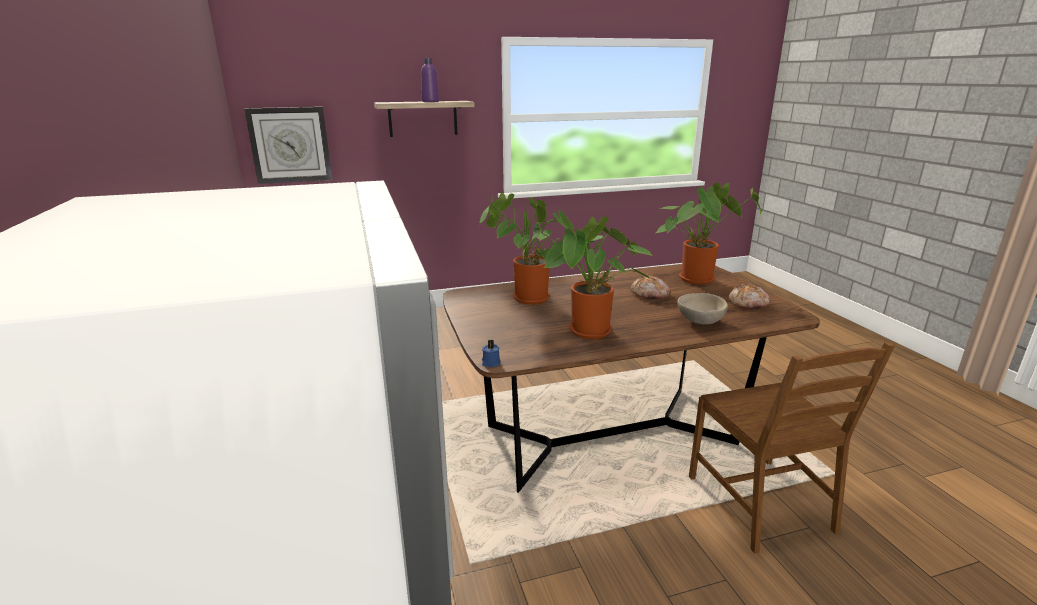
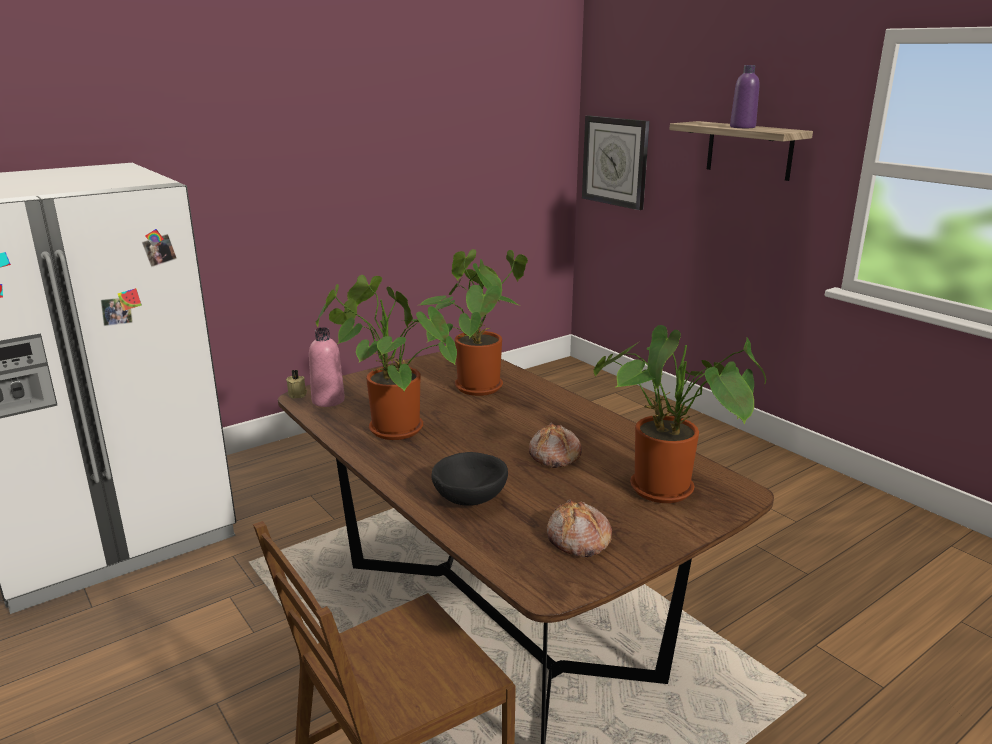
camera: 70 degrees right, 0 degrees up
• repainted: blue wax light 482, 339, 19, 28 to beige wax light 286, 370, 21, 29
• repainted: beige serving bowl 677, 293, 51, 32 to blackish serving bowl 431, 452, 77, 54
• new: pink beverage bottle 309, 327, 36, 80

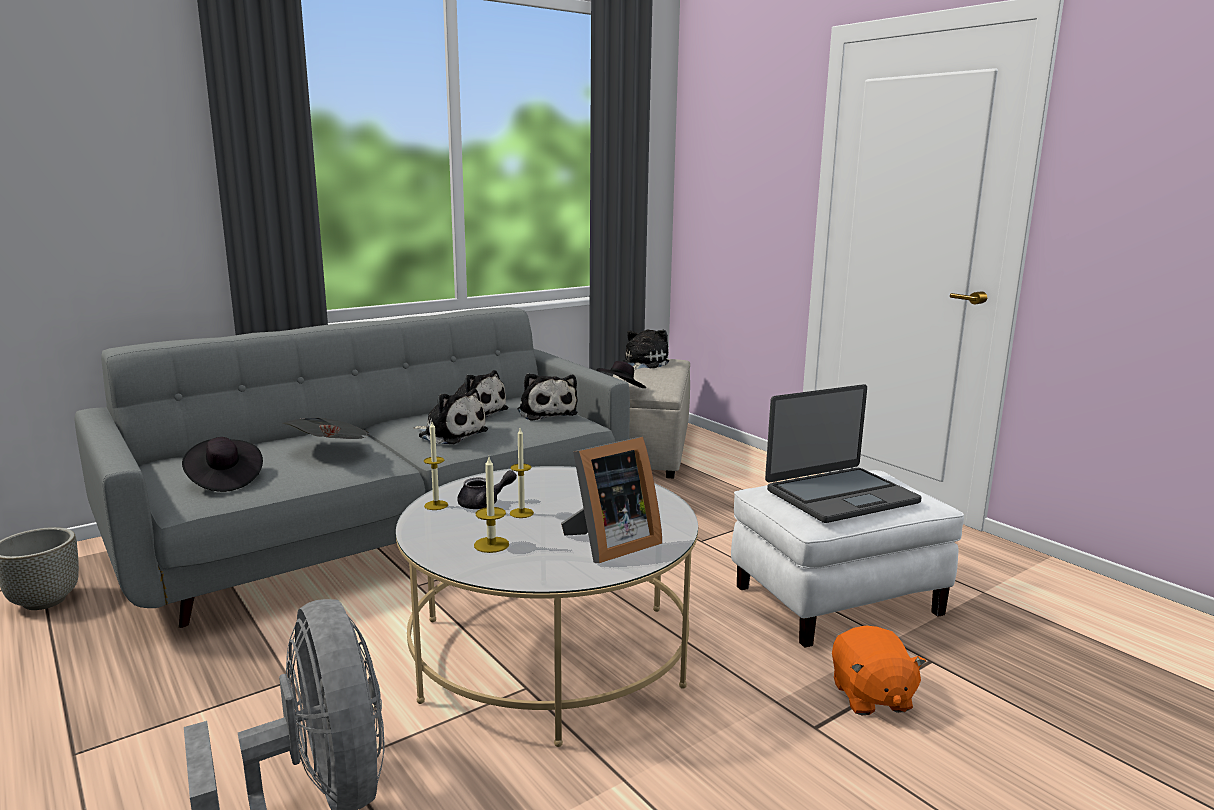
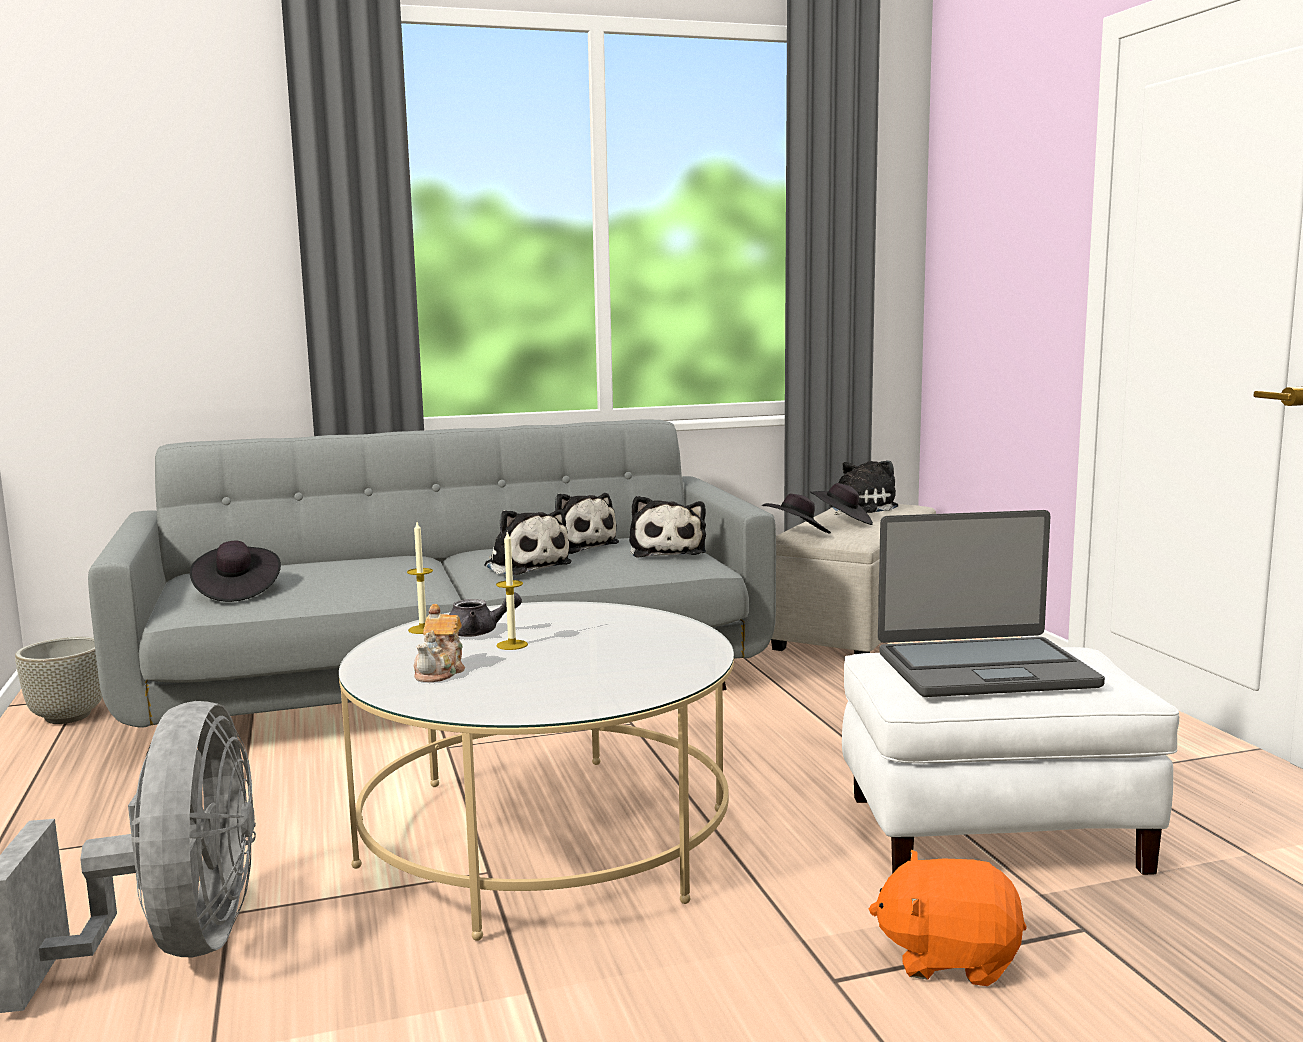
camera: 20 degrees right, 5 degrees down
• gone: newspaper 283, 418, 86, 21
• swapped: wax light 474, 457, 35, 96 to teapot 414, 604, 51, 78
• gone: picture frame 561, 437, 101, 126
• rotated: orange-coloured plush toy 832, 626, 94, 89 = 869, 850, 158, 136 90 degrees clockwise
• new: blackish clothing hat 810, 483, 63, 42

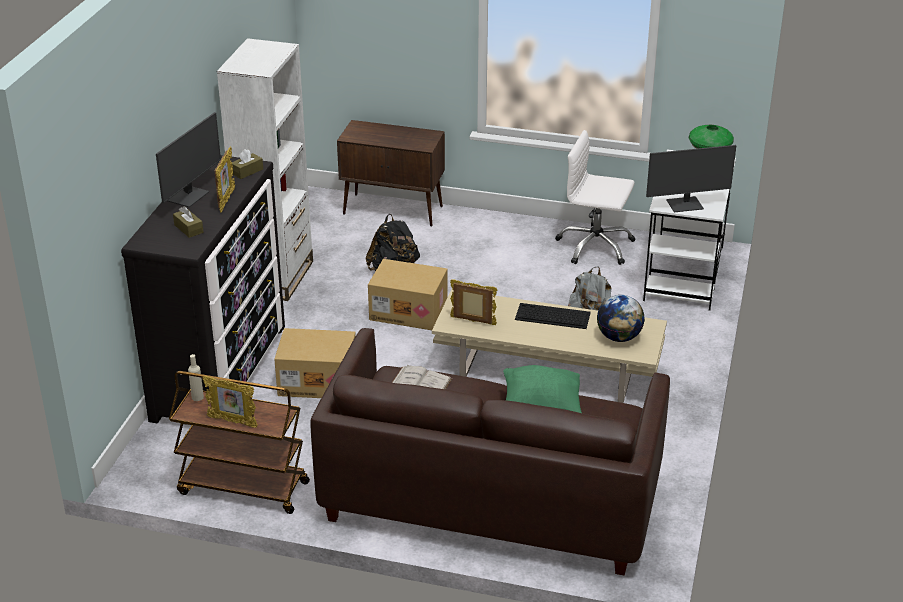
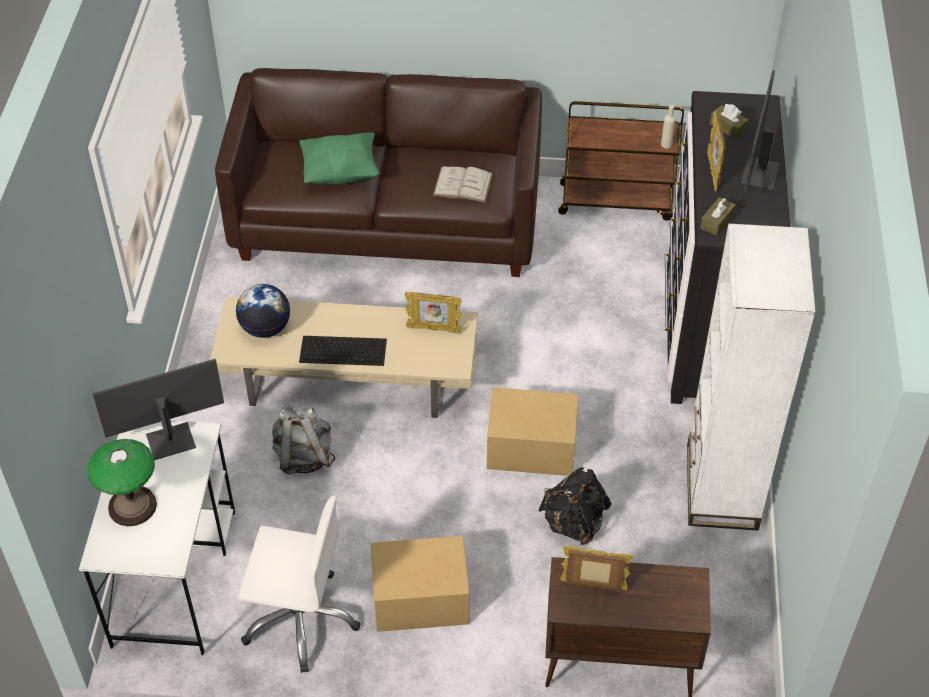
camera: 170 degrees right, 15 degrees up
• shifted: picture frame 202, 376, 55, 52 to 560, 546, 72, 45
• shifted: carton 274, 328, 82, 70 to 371, 536, 99, 96

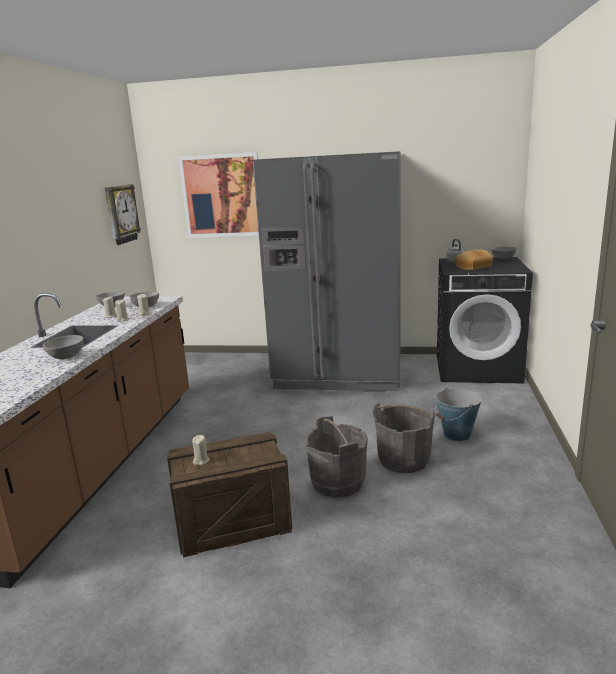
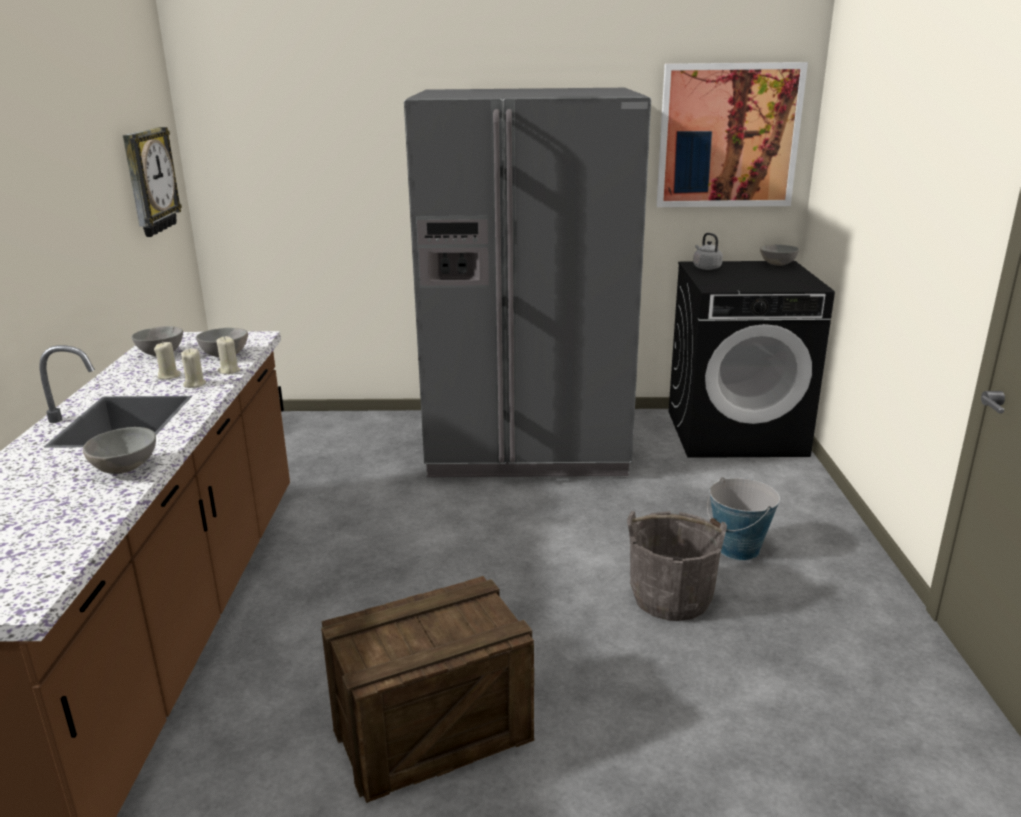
camera: 10 degrees left, 5 degrees up
• shifted: picture 179, 152, 80, 86 to 656, 62, 152, 145
• gone: beige wax light 193, 435, 17, 30
• gone: greyish bucket 305, 416, 63, 82
• gone: bread 455, 250, 38, 20

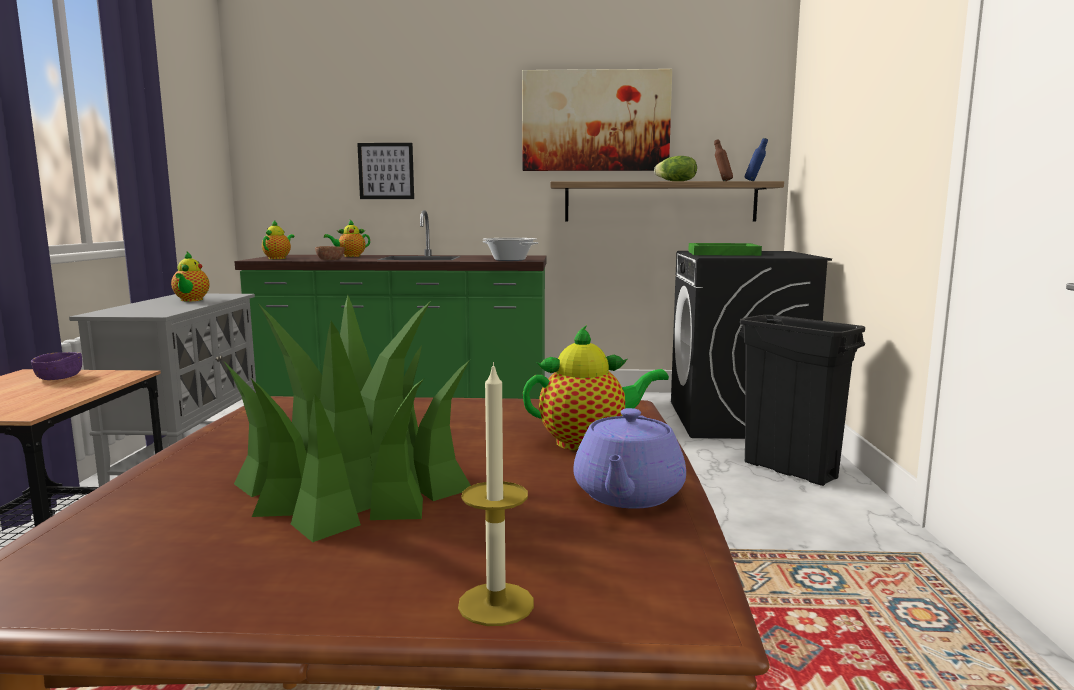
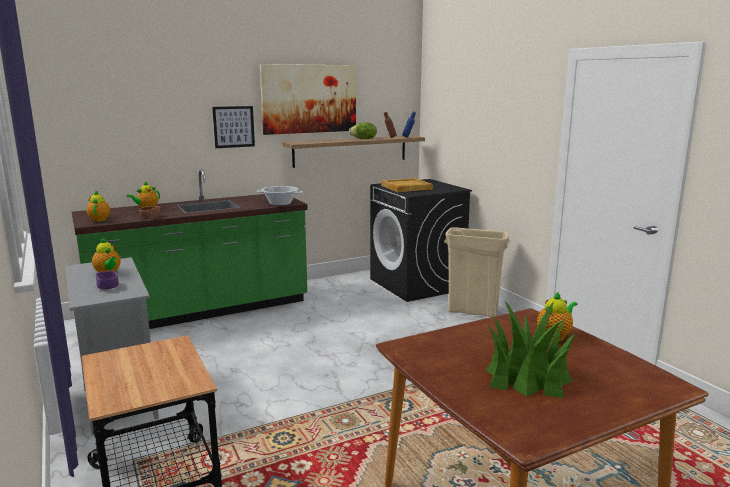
camera: 30 degrees left, 5 degrees up
• shifted: purple-coloured serving bowl 31, 352, 51, 28 to 96, 271, 23, 19
• shifted: picture 357, 143, 57, 56 to 212, 106, 43, 42
• gone: wax light 458, 362, 76, 264
• gone: purple-coloured teapot 574, 408, 112, 101
• repainted: green-coloured tray 688, 243, 74, 13 to beige tray 381, 178, 52, 14
• repainted: blackish rubbish bin 739, 315, 126, 171 to beige rubbish bin 444, 227, 66, 90

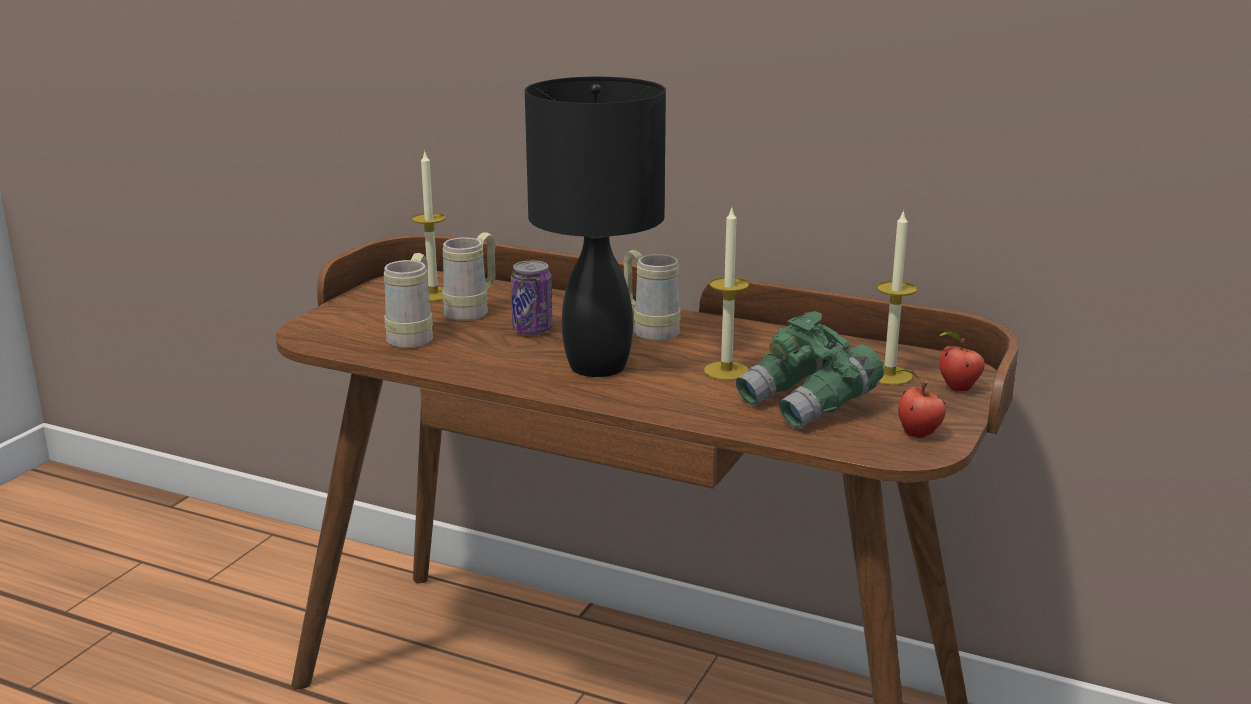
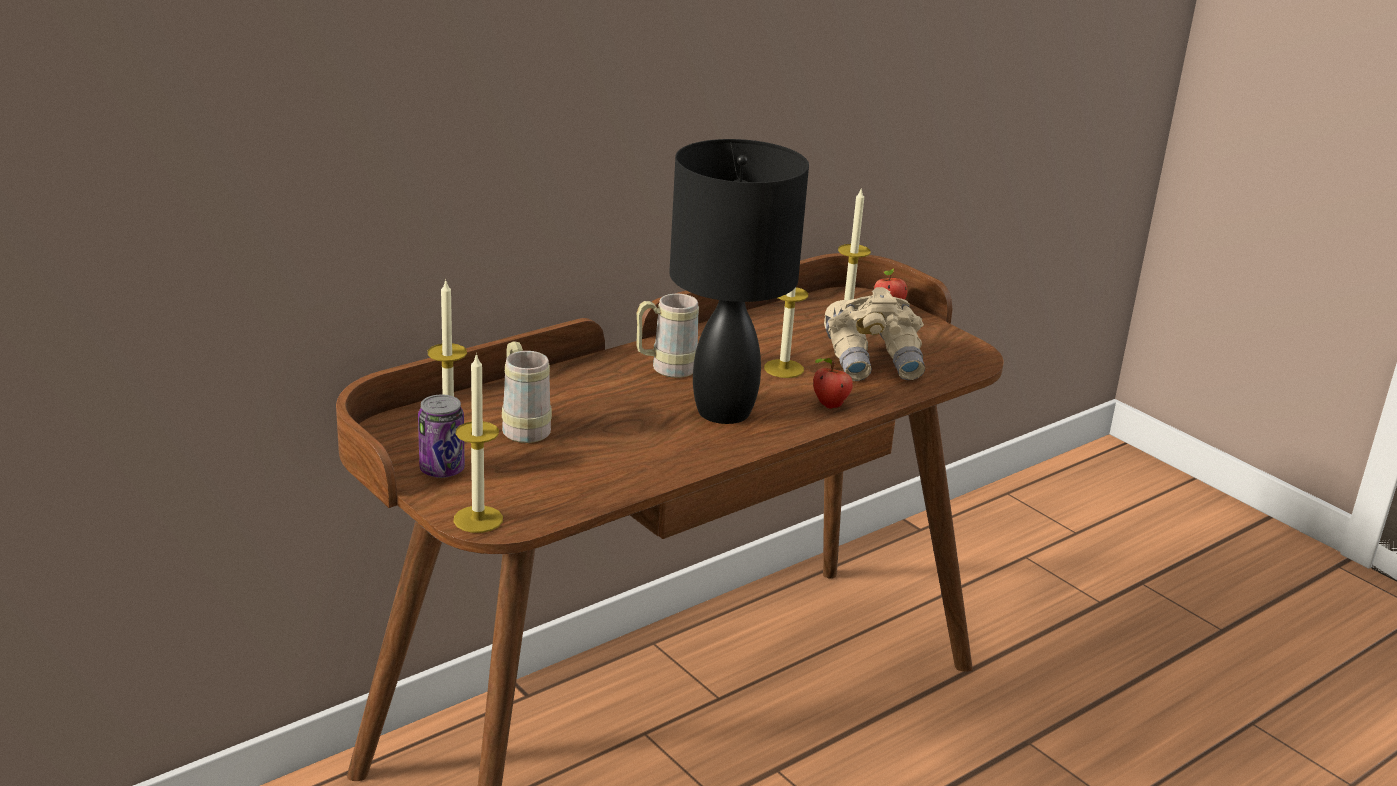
camera: 65 degrees left, 5 degrees up
• gone: beige tea mug 384, 253, 49, 95
• shifted: sealed can 511, 261, 42, 74 to 418, 395, 47, 83
• repainted: green-coloured field glasses 736, 311, 148, 118 to beige field glasses 824, 287, 101, 94
• shifted: whole apple 897, 370, 49, 68 to 813, 358, 40, 51
• new: wax light 454, 353, 49, 180

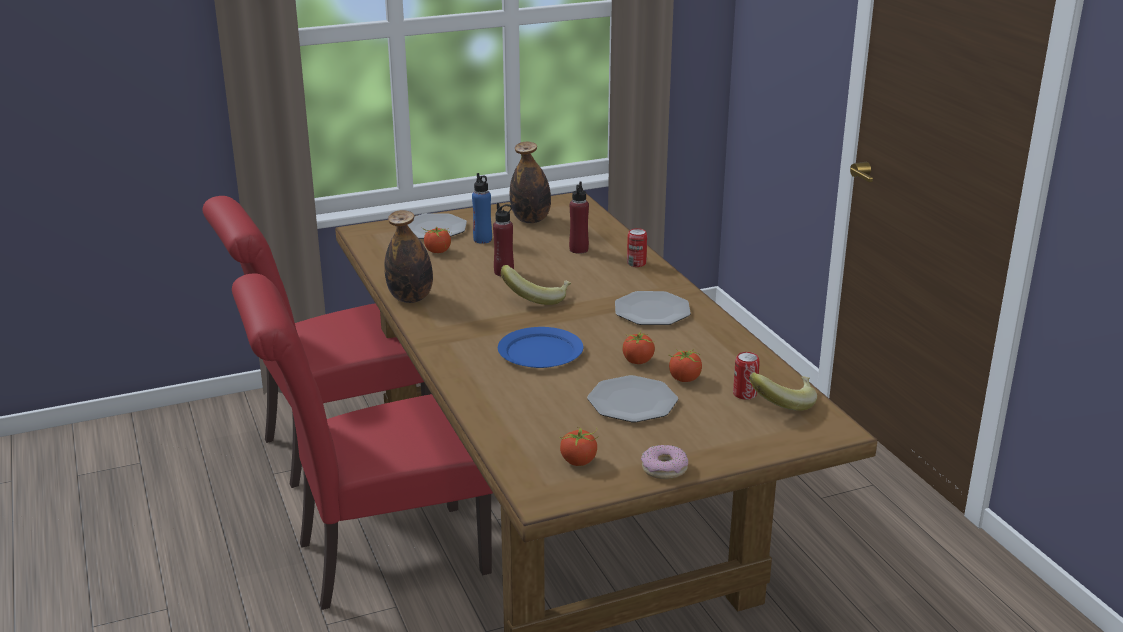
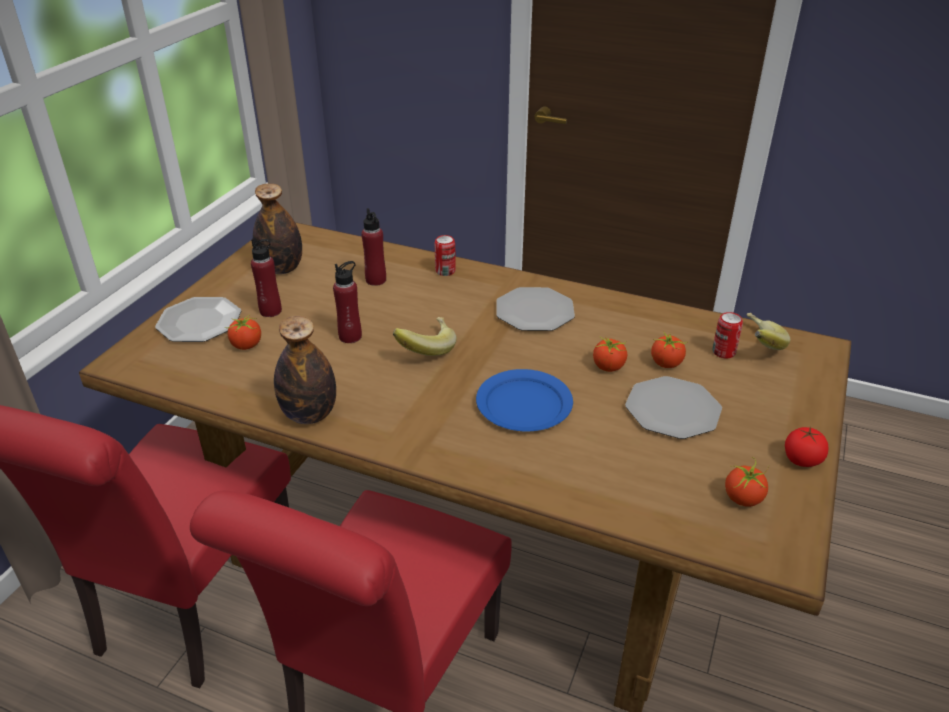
camera: 45 degrees left, 10 degrees up
• repainted: blue beverage bottle 472, 173, 20, 71 to red beverage bottle 251, 239, 31, 78
• swapped: ring doughnut 641, 445, 47, 34 to whole tomato 785, 427, 43, 40

